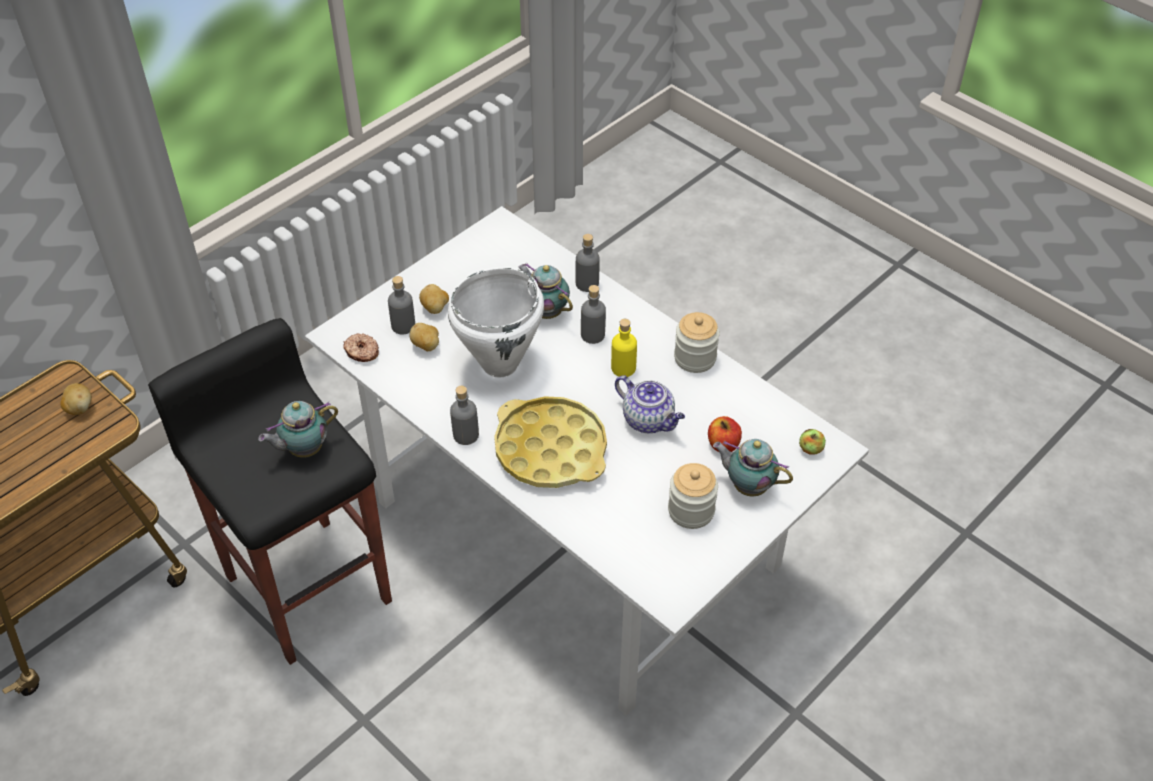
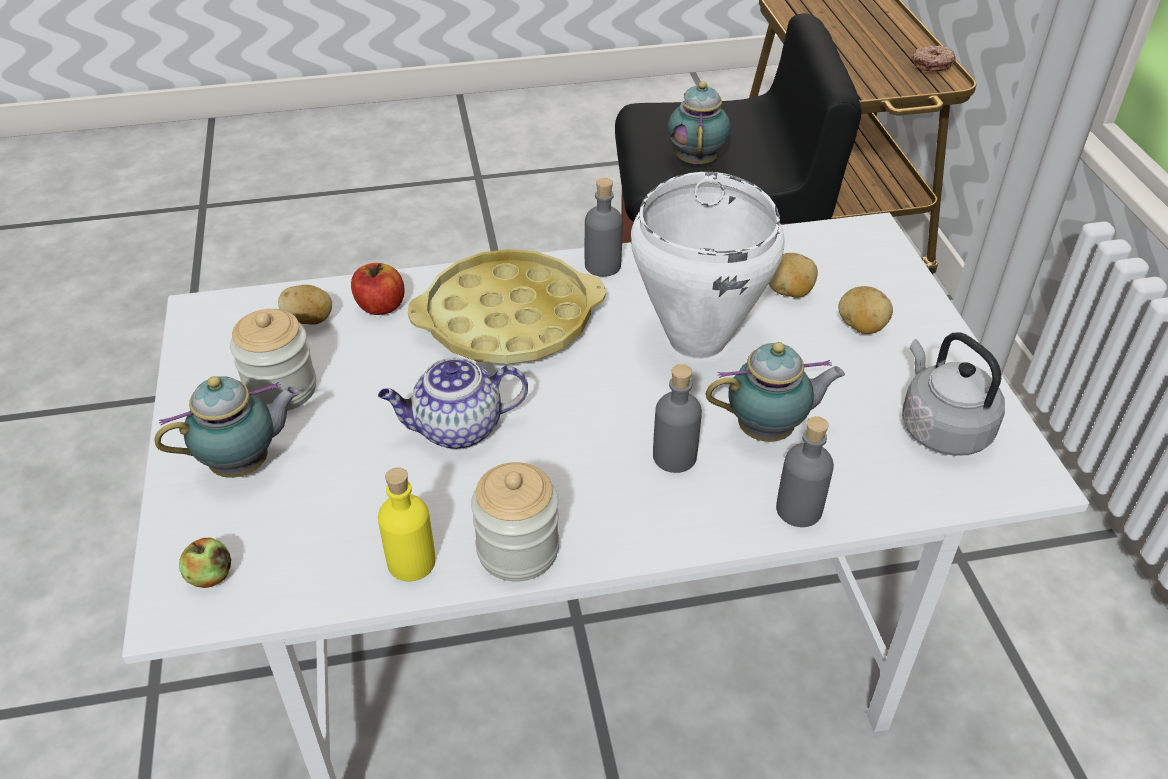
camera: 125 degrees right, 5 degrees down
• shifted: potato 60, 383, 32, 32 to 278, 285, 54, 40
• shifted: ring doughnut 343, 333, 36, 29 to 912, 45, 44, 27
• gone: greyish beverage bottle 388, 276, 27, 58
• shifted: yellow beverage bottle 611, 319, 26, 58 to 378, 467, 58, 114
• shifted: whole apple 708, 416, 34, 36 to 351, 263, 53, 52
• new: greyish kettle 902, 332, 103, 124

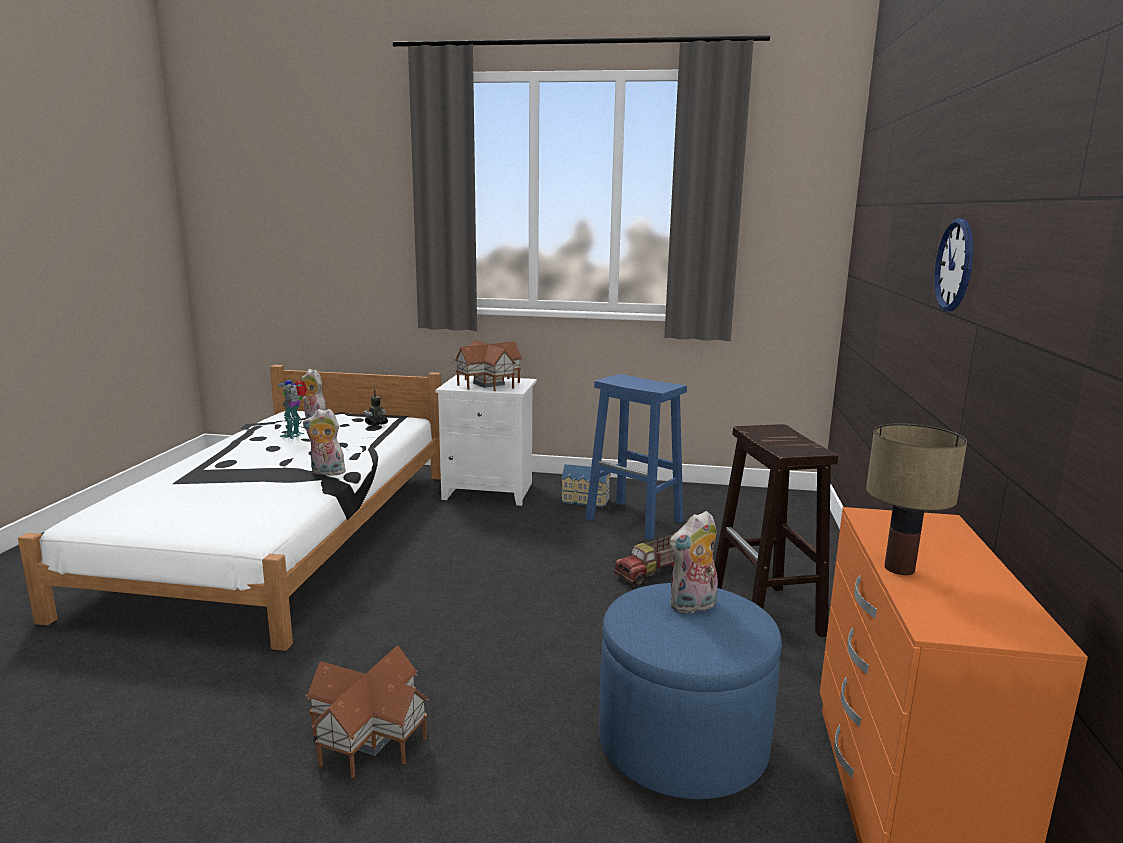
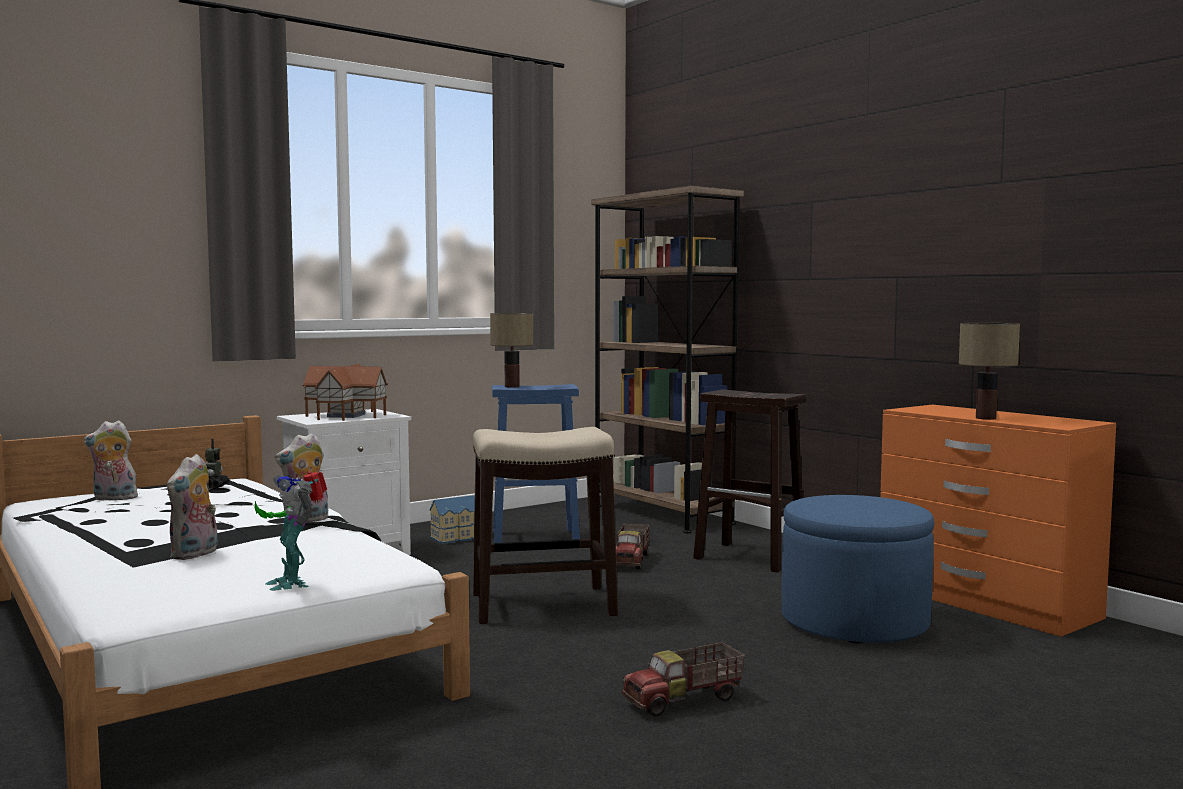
camera: 45 degrees left, 10 degrees down
• shifted: model robot 277, 379, 30, 60 to 254, 471, 73, 120
• swapped: toy house 306, 646, 123, 132 to toy lorry 622, 642, 123, 75
• shifted: plush toy 669, 511, 49, 102 to 167, 454, 51, 106
• gone: clock on the wall 934, 218, 39, 94
• new: stool seat 473, 427, 145, 197
• new: lamp for a table 490, 313, 43, 75
• new: brown-coloured bookshelf 591, 186, 153, 347

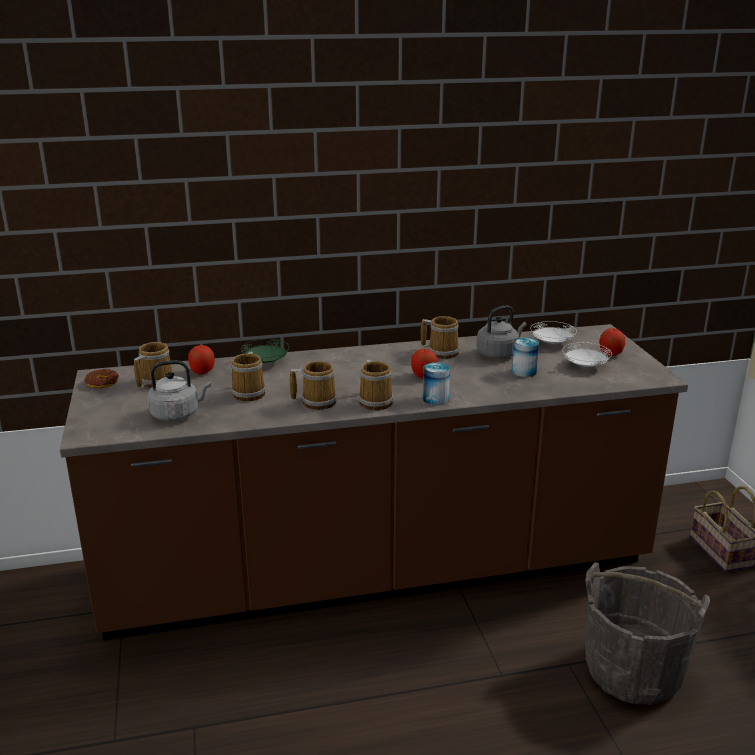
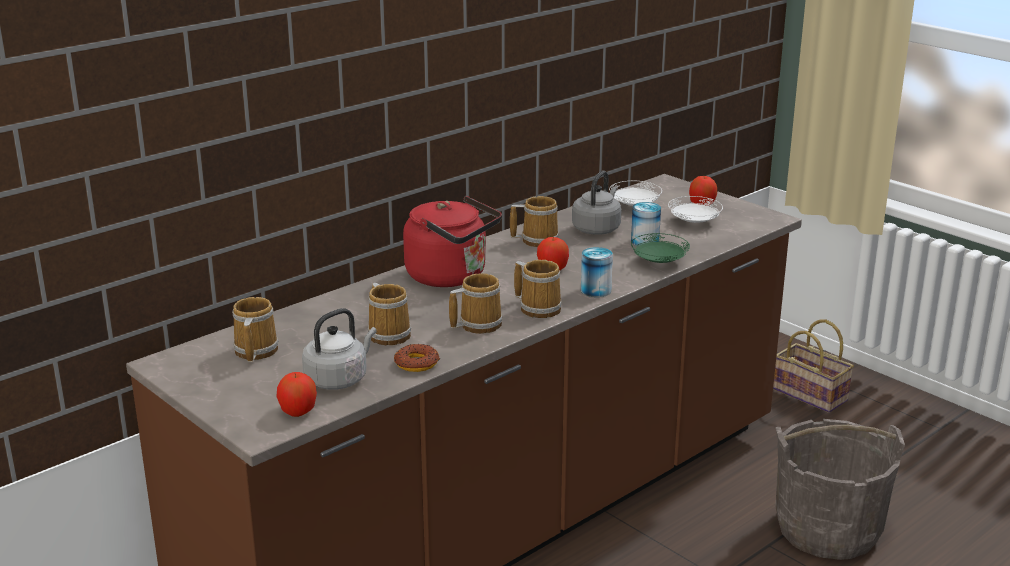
camera: 30 degrees left, 0 degrees up
• shifted: ring doughnut 85, 369, 34, 19 to 394, 344, 46, 28
• shifted: whole apple 188, 345, 27, 29 to 276, 372, 41, 45
• shifted: green-coloured flat dish 241, 339, 48, 24 to 631, 233, 59, 30
• new: red kettle 403, 196, 99, 91

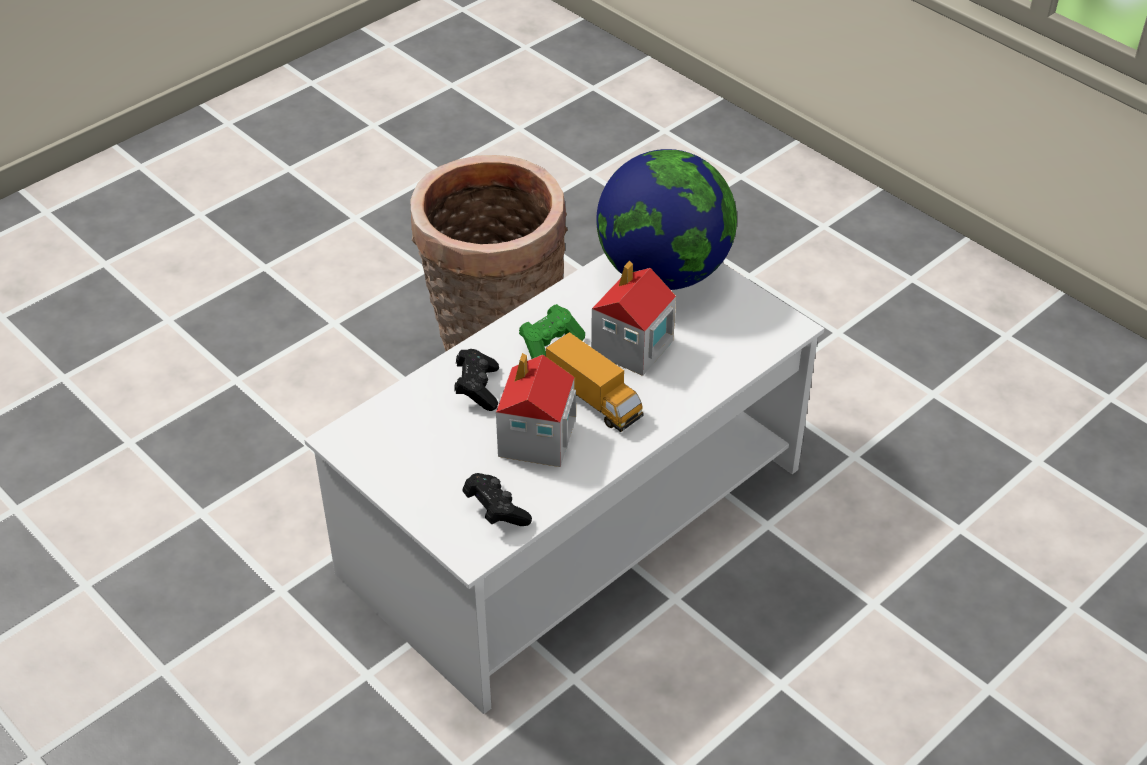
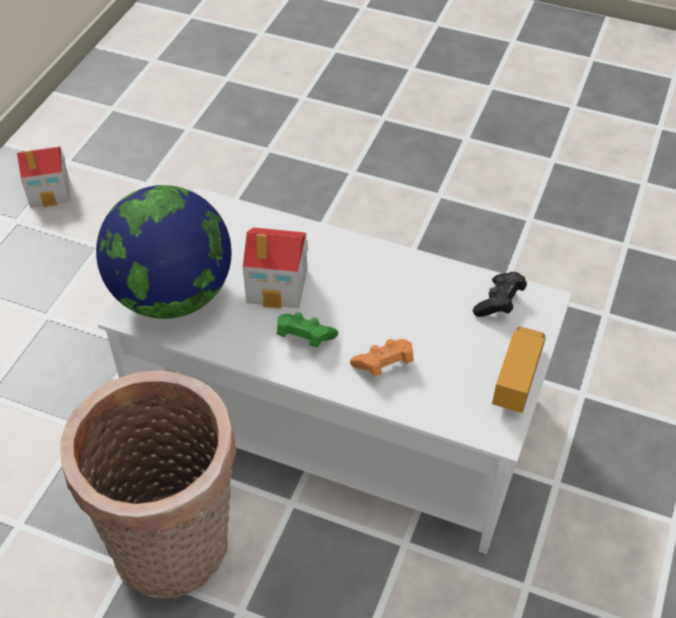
camera: 115 degrees left, 5 degrees up
• repainted: blackish game controller 455, 349, 44, 62 to orange-coloured game controller 350, 339, 64, 37
• shifted: toy house 496, 353, 80, 114 to 17, 146, 53, 62
• shifted: toy lorry 546, 332, 98, 100 to 492, 326, 53, 87

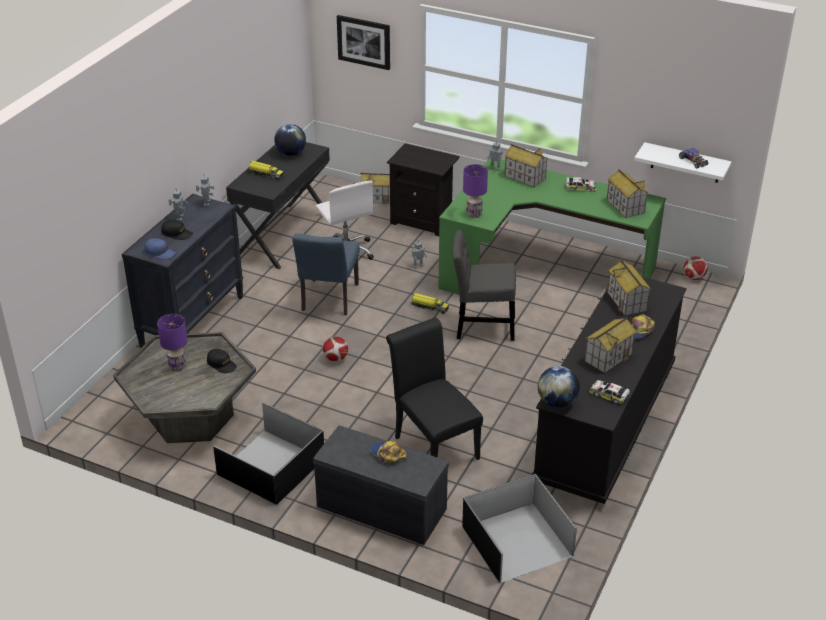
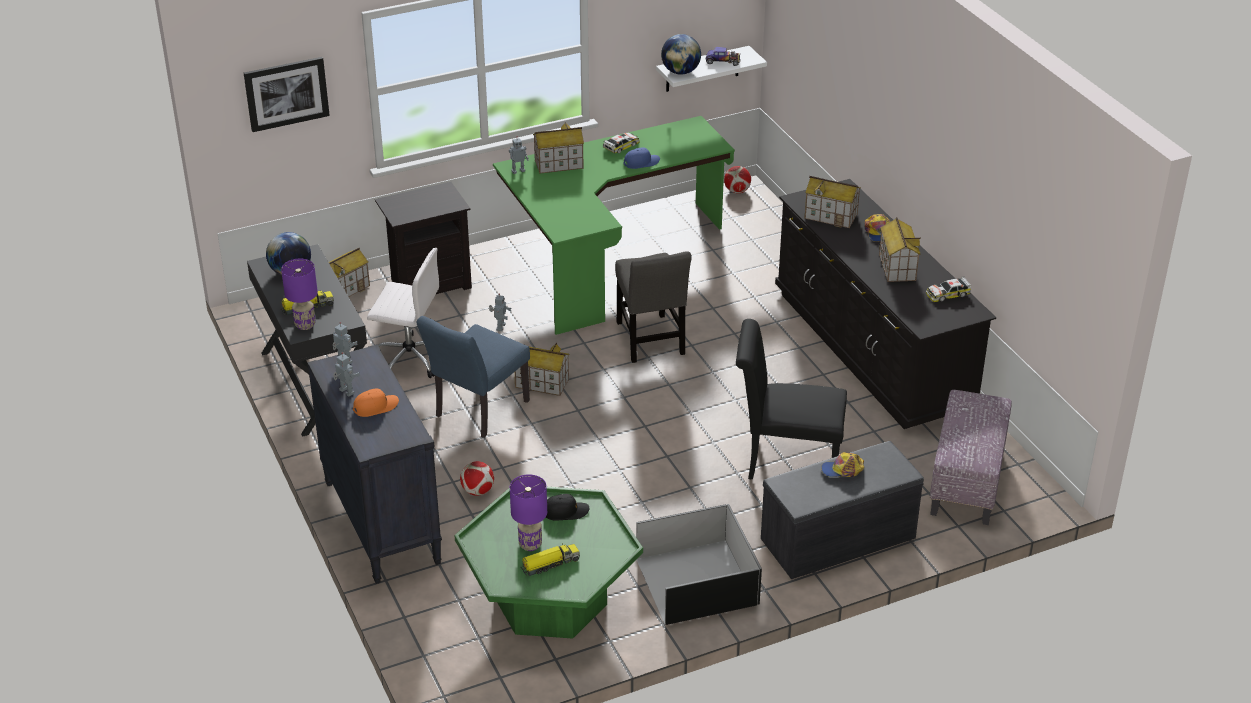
camera: 50 degrees left, 0 degrees up
• repainted: greyish low table 113, 332, 143, 111 to green-coloured low table 455, 487, 188, 152
• shifted: blue baseball cap 144, 238, 32, 22 to 623, 147, 37, 22
• repainted: blackish baseball cap 161, 220, 32, 20 to orange-coloured baseball cap 353, 388, 46, 29
• rotated: blue chair 292, 233, 68, 82 = 416, 316, 114, 122 75 degrees clockwise
• shifted: football ball 323, 336, 25, 26 to 460, 461, 34, 34
• shifted: toy lorry 411, 293, 38, 21 to 521, 543, 59, 33
• rotated: greyish chair 452, 230, 64, 111 = 615, 251, 77, 112 60 degrees counterclockwise
• swapped: blackish storage bin 462, 474, 115, 109 to pouffe 930, 390, 82, 135
• shifted: purple-coloured lamp for a table 463, 164, 25, 54 to 281, 259, 37, 71
• shifted: desk globe 538, 366, 42, 42 to 661, 34, 40, 41
• shifted: toy house 607, 169, 41, 49 to 514, 342, 55, 54

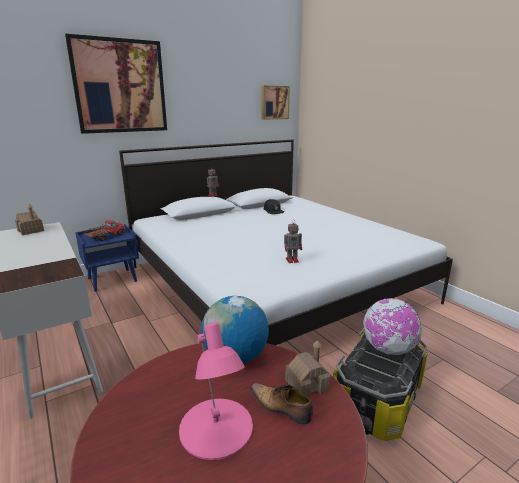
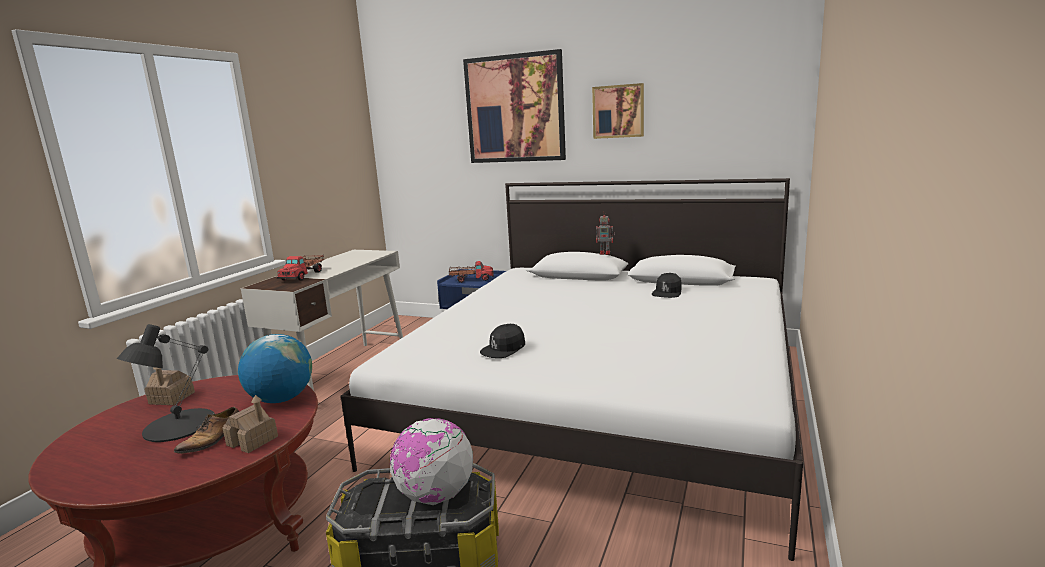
camera: 55 degrees right, 5 degrees down
• shifted: toy house 15, 204, 29, 31 to 144, 367, 51, 38
• repainted: pink lamp for a table 179, 322, 74, 138 to blackish lamp for a table 117, 324, 98, 118
• rotated: low shoe 250, 383, 63, 42 = 174, 407, 65, 47 150 degrees counterclockwise
• shifted: picture 261, 86, 29, 34 to 592, 83, 52, 56
• swapped: model robot 284, 219, 18, 44 to blackish baseball cap 480, 324, 45, 34
• new: toy lorry 276, 255, 49, 26

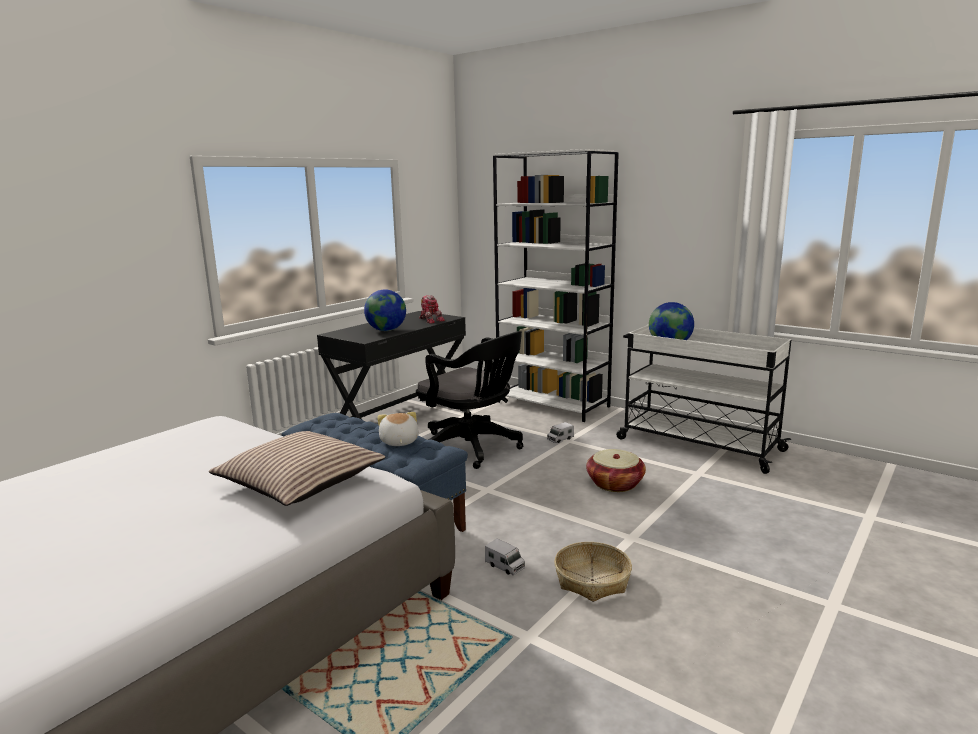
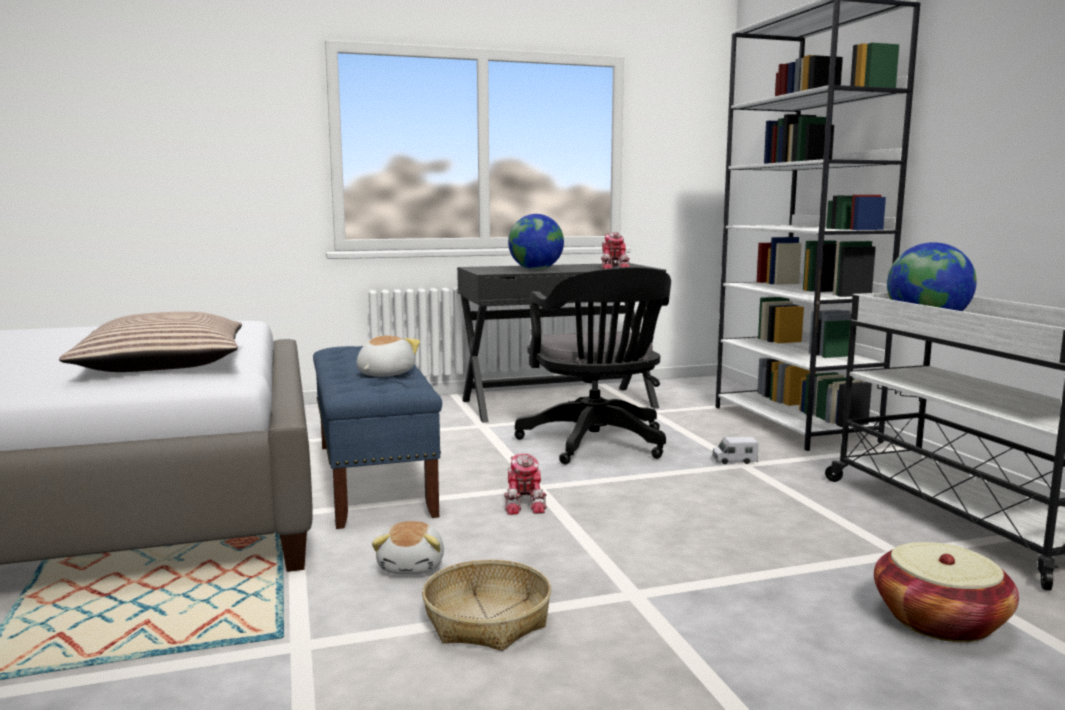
camera: 35 degrees right, 5 degrees down
• swapped: toy lorry 485, 539, 40, 36 to plush toy 372, 521, 72, 53
• shifted: basket 586, 449, 60, 43 to 874, 542, 145, 100
• new: model robot 504, 454, 43, 61

